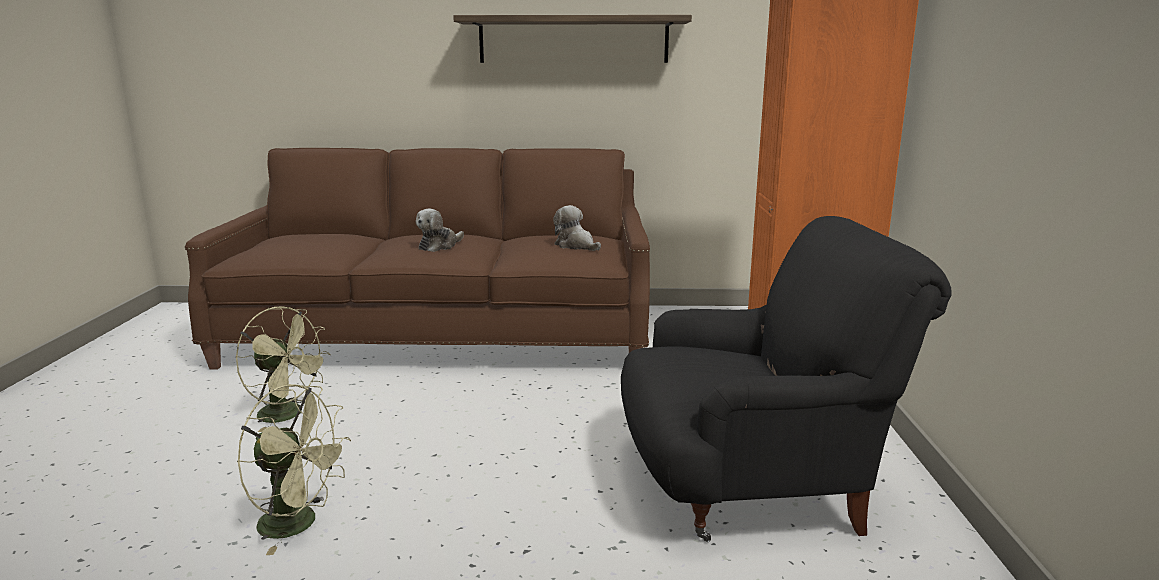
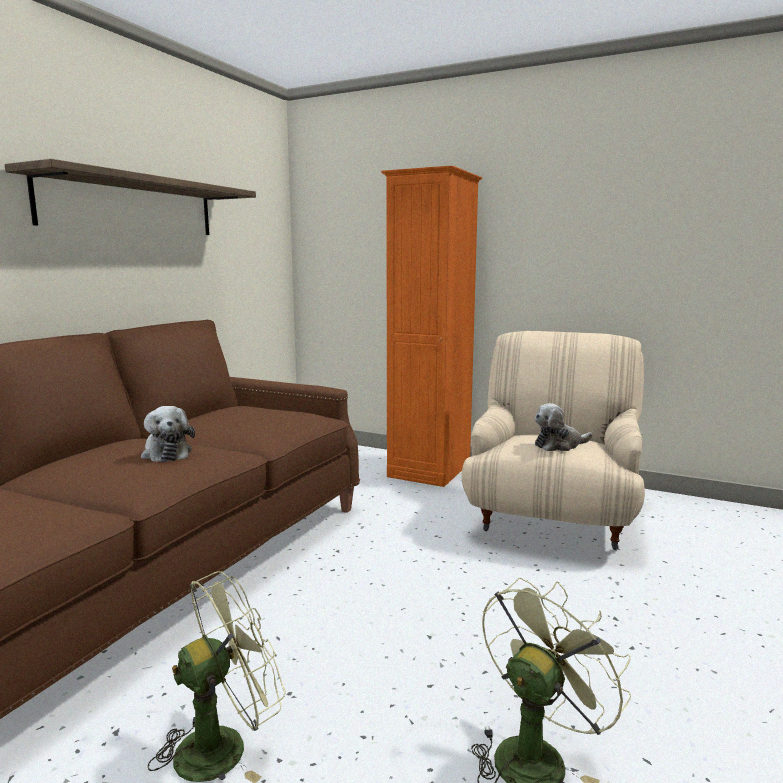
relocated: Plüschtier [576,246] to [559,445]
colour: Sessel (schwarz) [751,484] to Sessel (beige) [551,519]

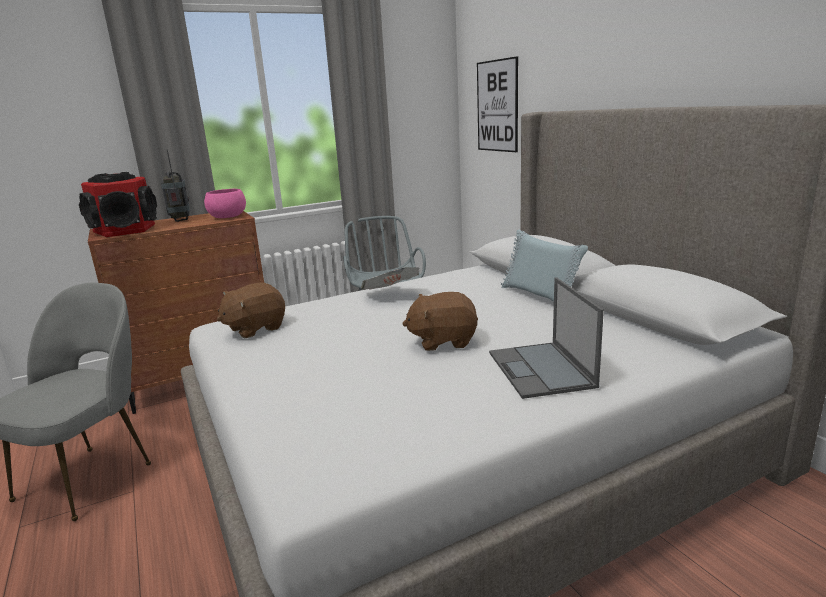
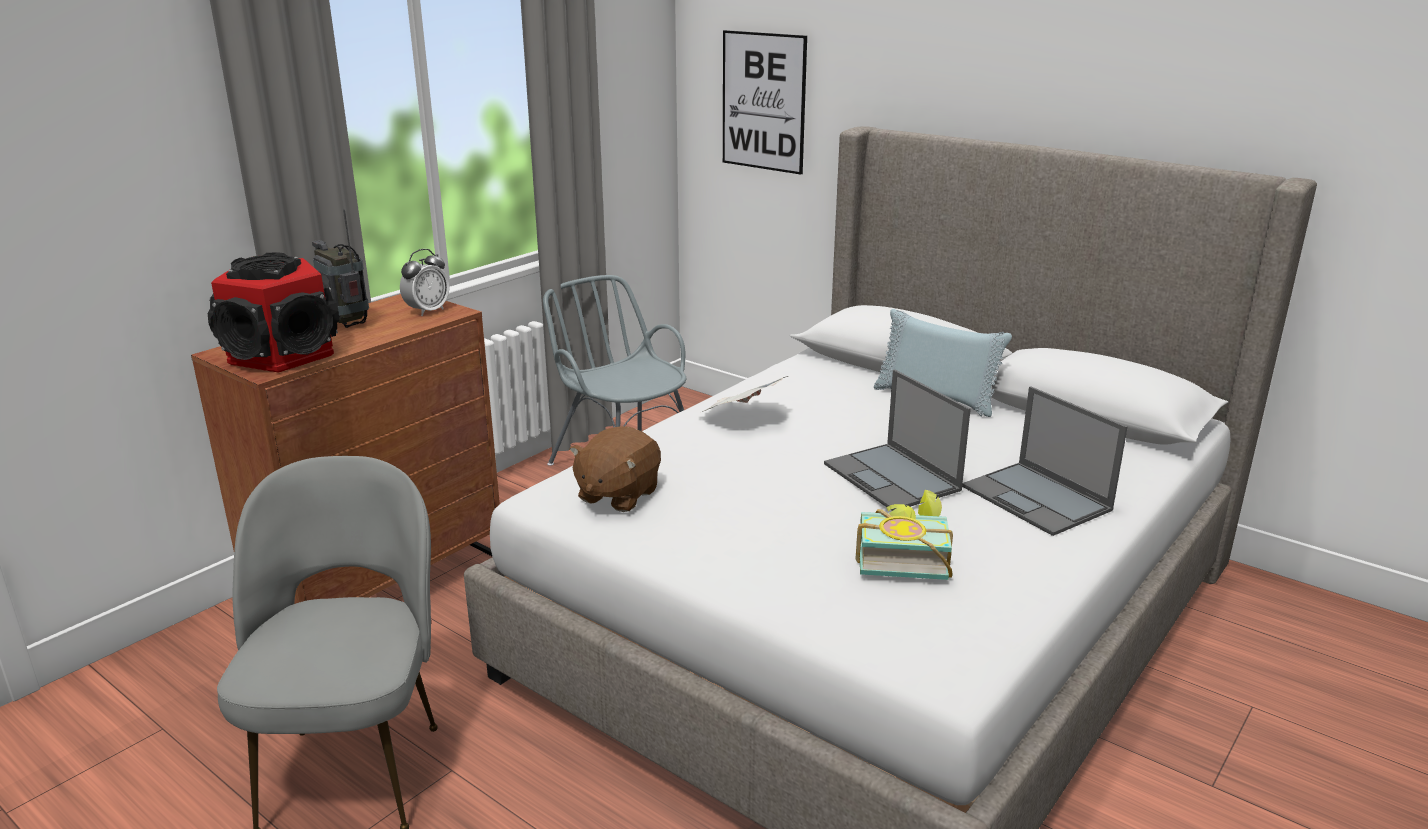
appeared: Buch [901,558]
exchanged: Schüssel (rosa) [228,216] to Wecker [427,311]; Plüschtier (braun) [443,341] to Laptop [893,478]

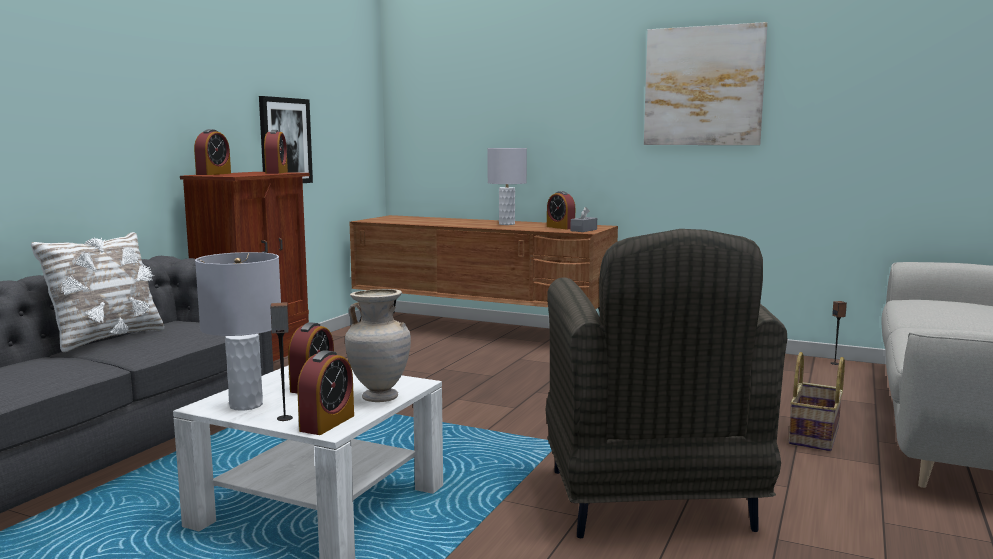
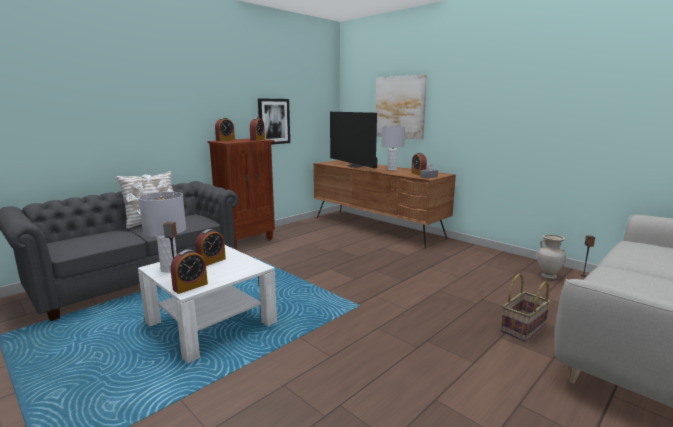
missing: Sessel (grau) [649,502]
appeared: Fernseher [355,166]
relocated: Vase (beige) [380,397] to [548,276]; Bild [703,86] to [399,107]

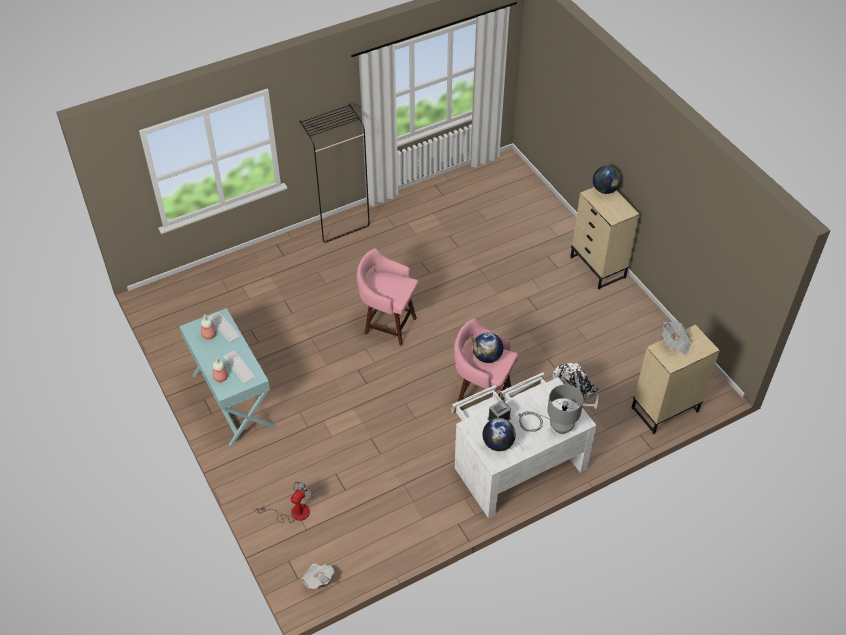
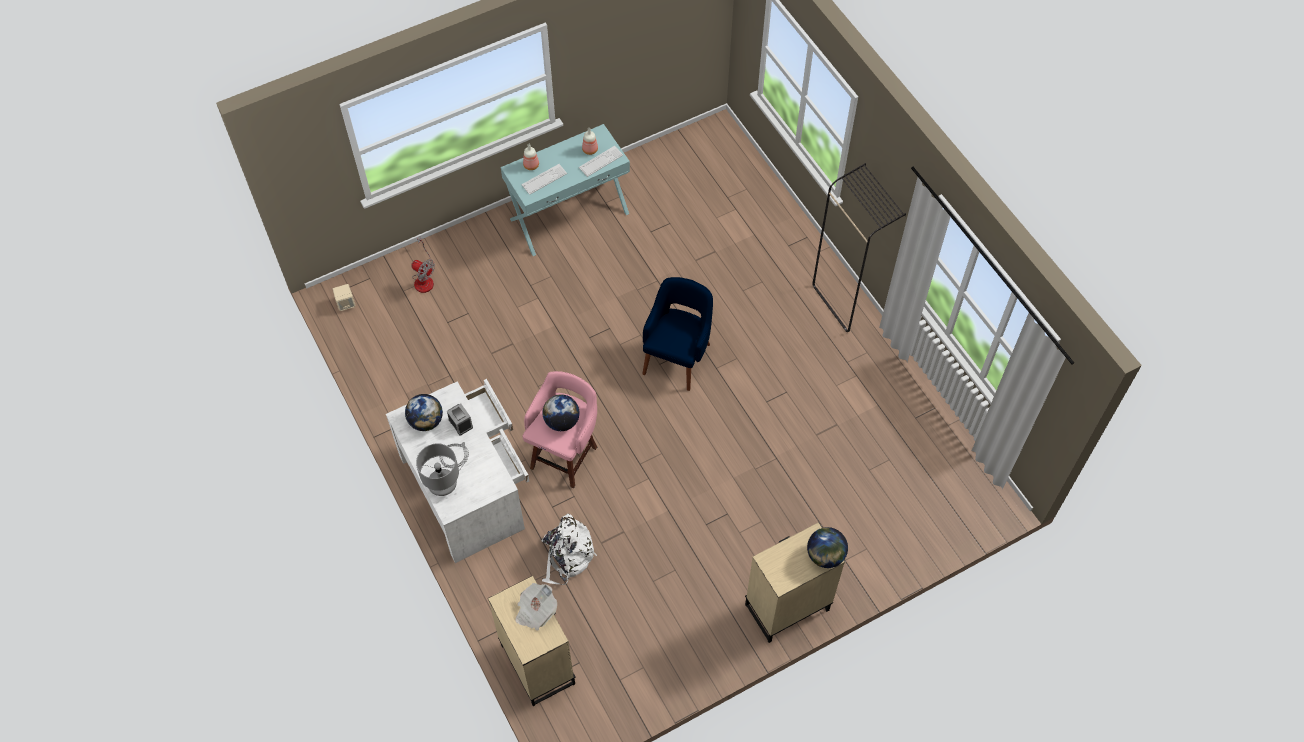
exchanged: Zeitung [318,579] to Lautsprecher (beige) [346,304]; Hocker (rosa) [388,325] to Sessel (blau) [677,357]

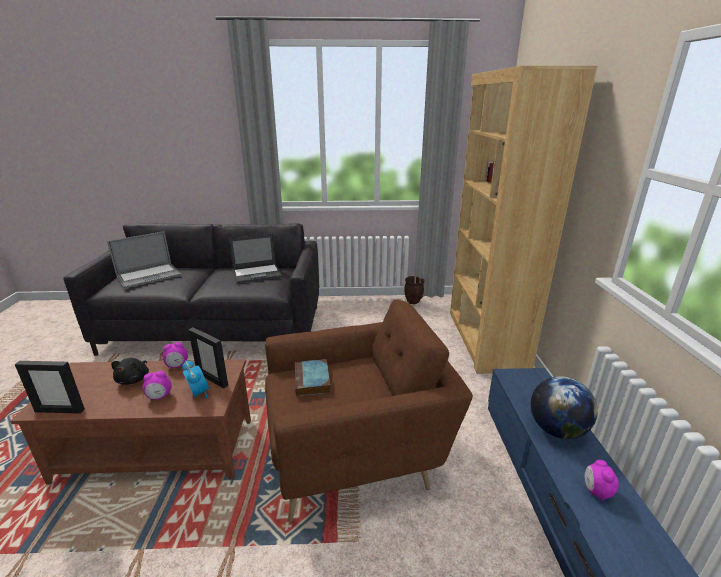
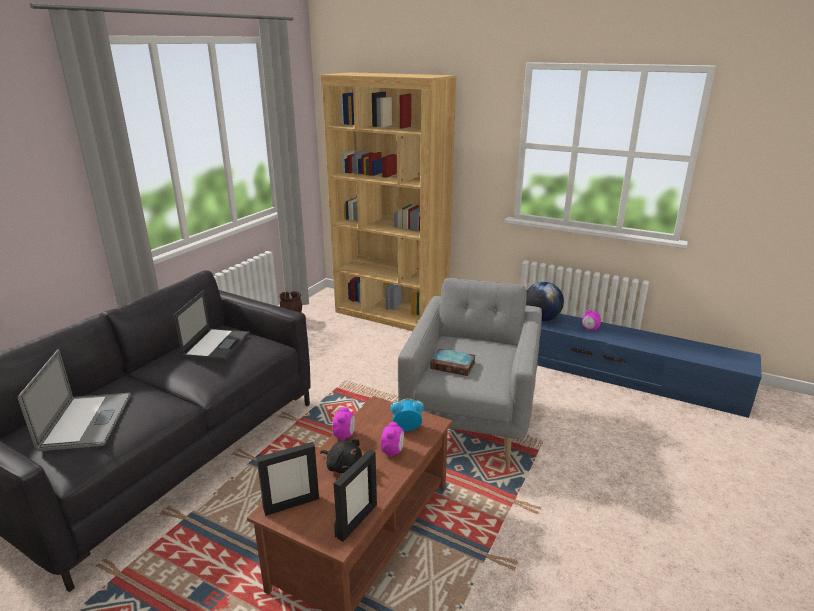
relocated: Bilderrahmen [213,378] to [291,504]
colour: Sessel (braun) [357,459] to Sessel (grau) [471,419]

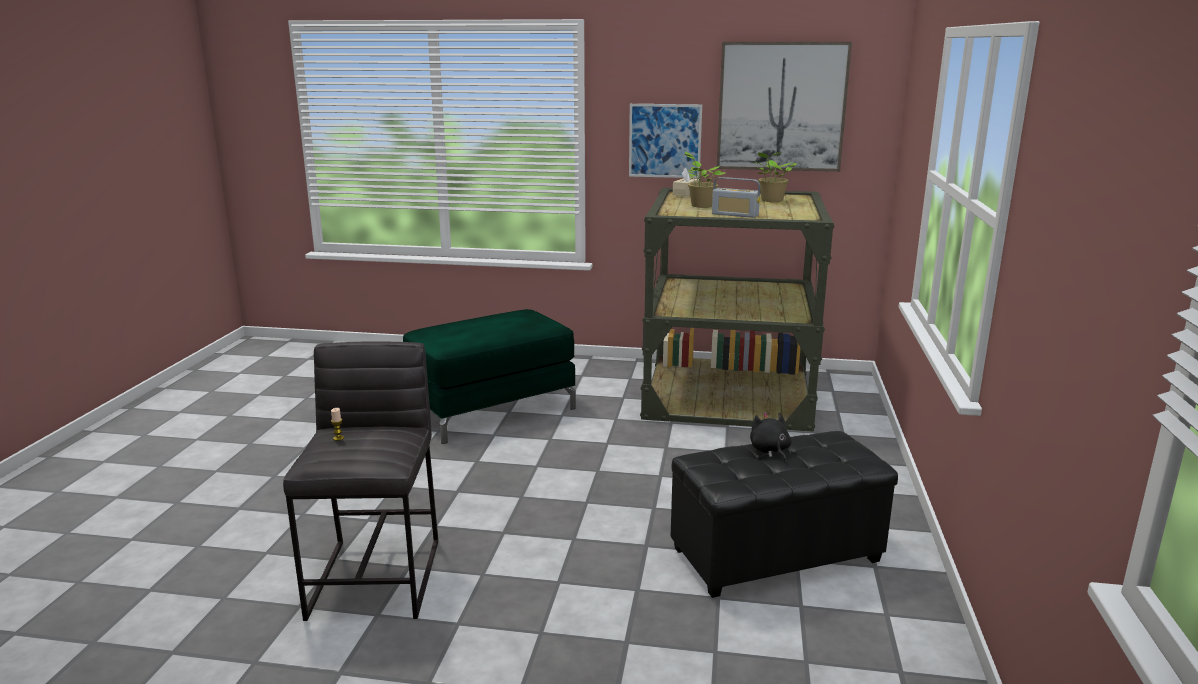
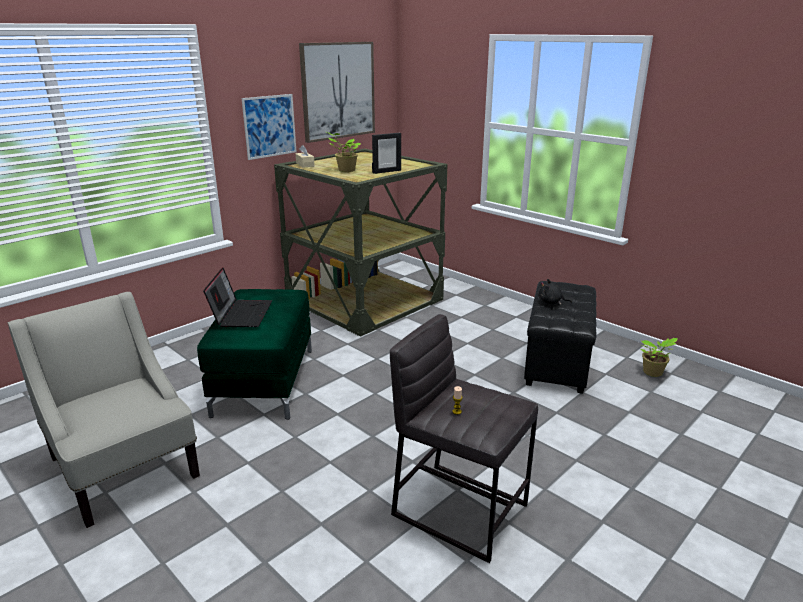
appeared: Sessel (grau) [125,467]; Laptop [241,314]
relocated: Topfpflanze [771,201] to [653,373]
exchanged: Radio [735,215] to Bilderrahmen [386,171]

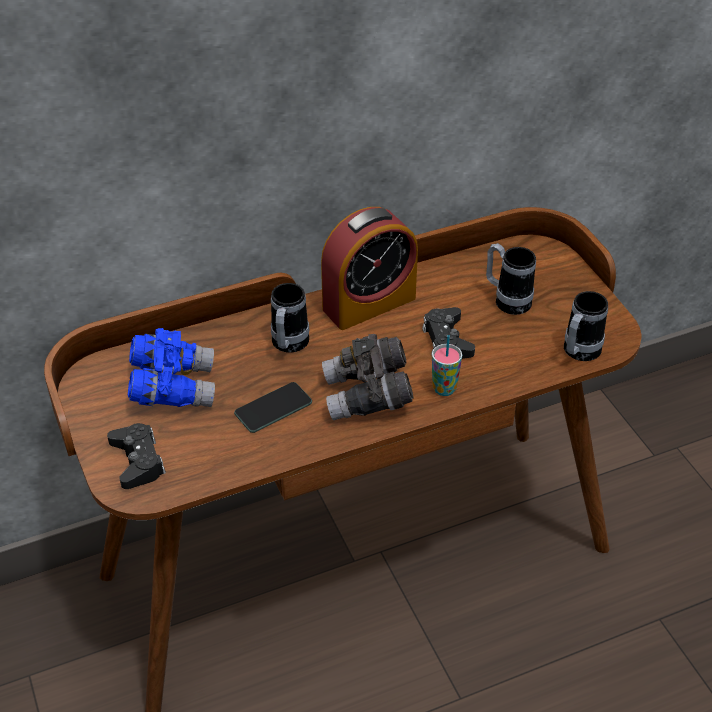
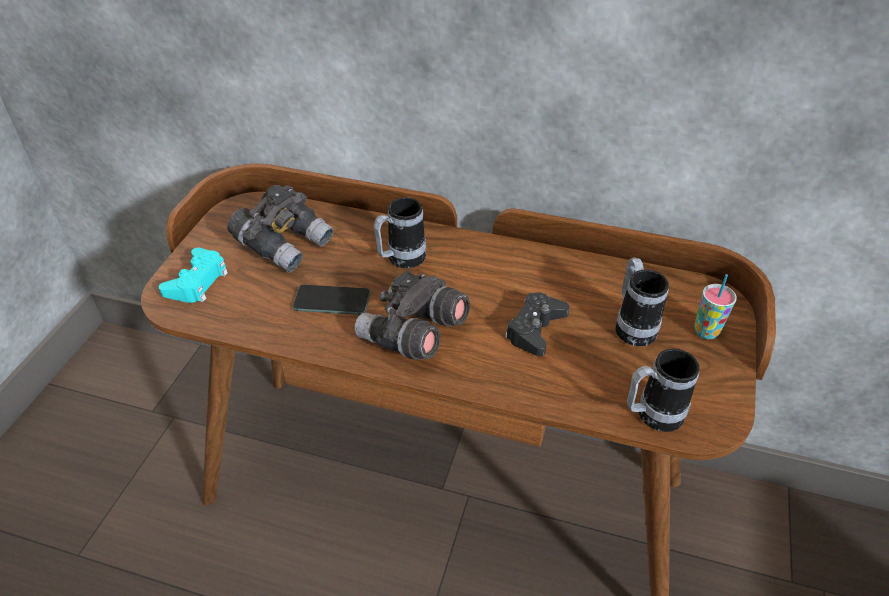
missing: Wecker [369,303]
relocated: Tasse [444,389] to [706,331]
colour: Gamepad (schwarz) [138,461] to Gamepad (türkis) [197,282]; Fernglas (blau) [173,387] to Fernglas (grau) [285,244]

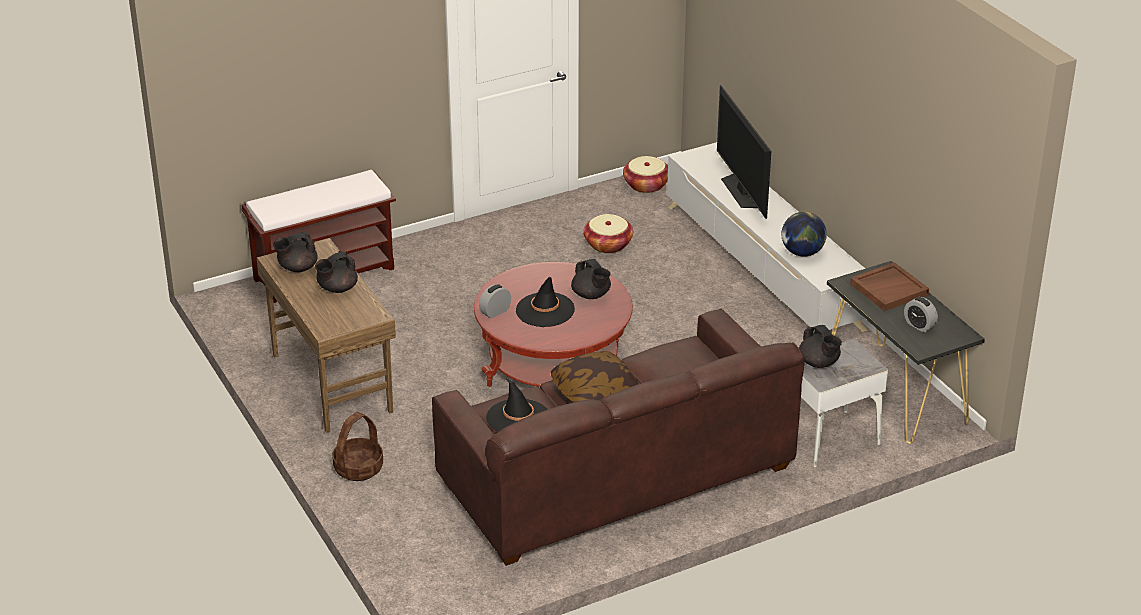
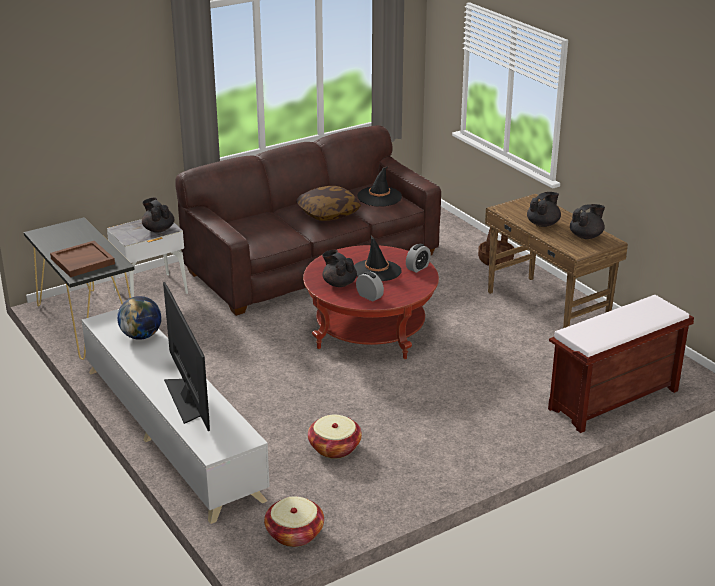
relocated: Wecker [919,325] to [369,296]

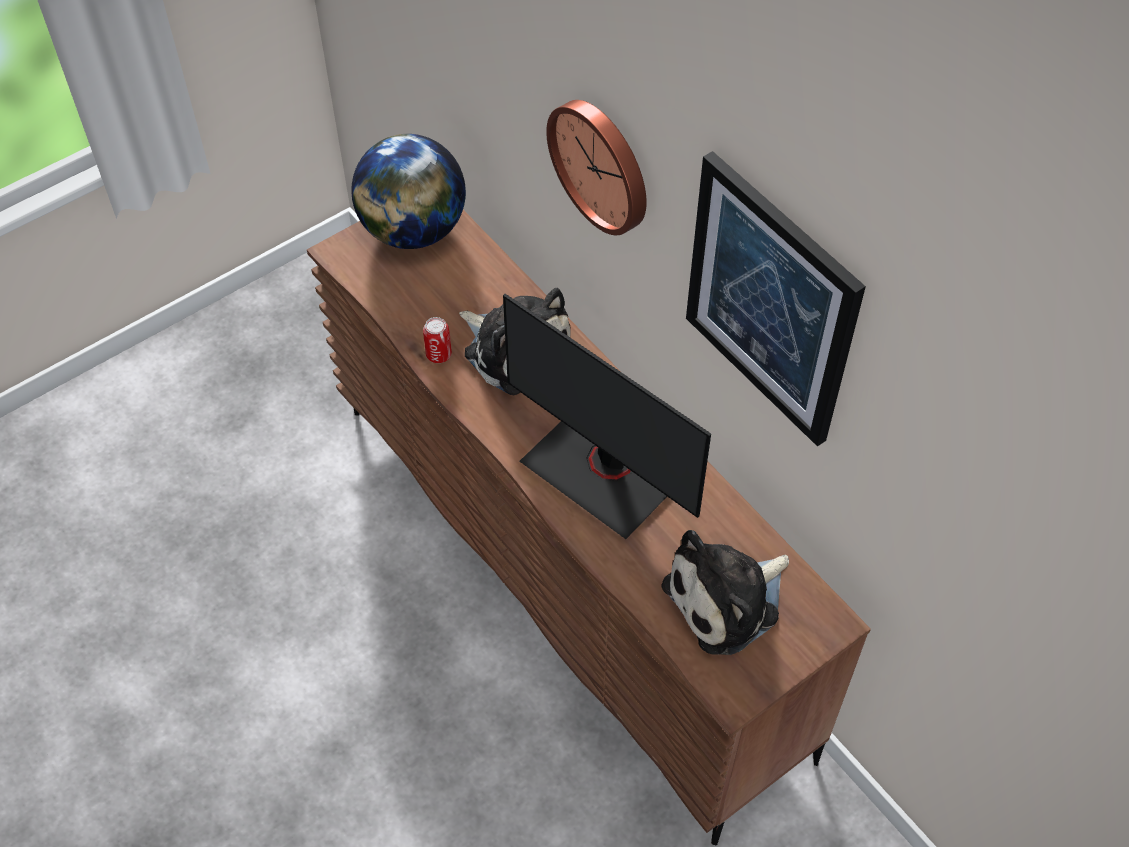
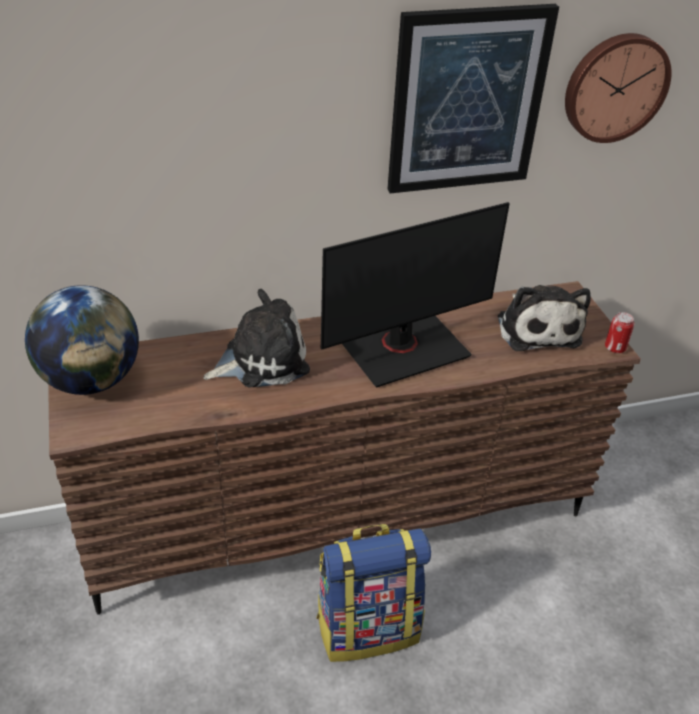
appeared: Rucksack [368,627]
relocated: Dose [438,354] to [615,348]; Wanduhr [602,164] to [614,87]

